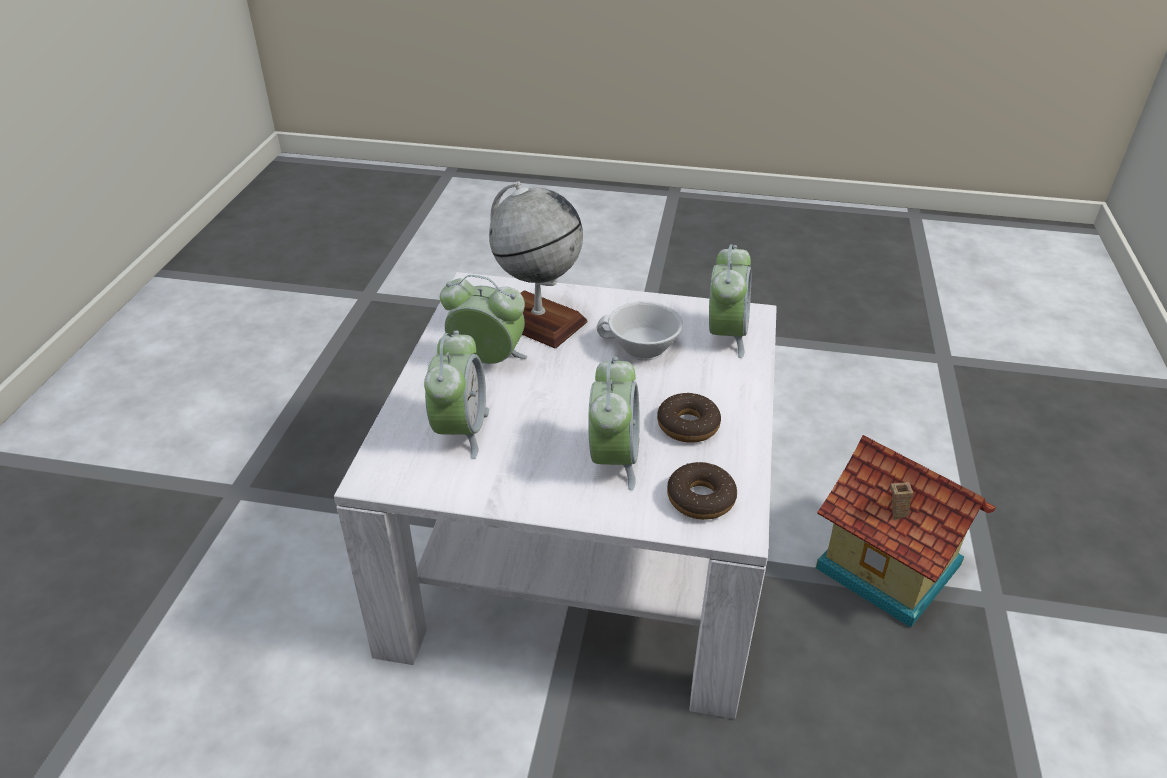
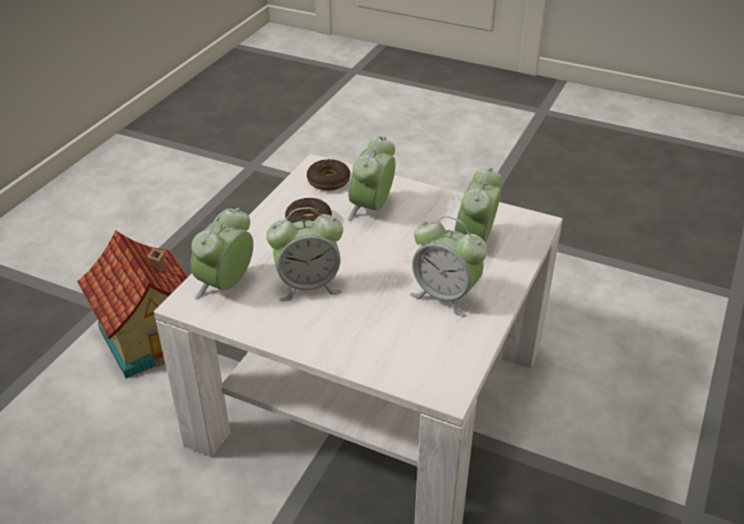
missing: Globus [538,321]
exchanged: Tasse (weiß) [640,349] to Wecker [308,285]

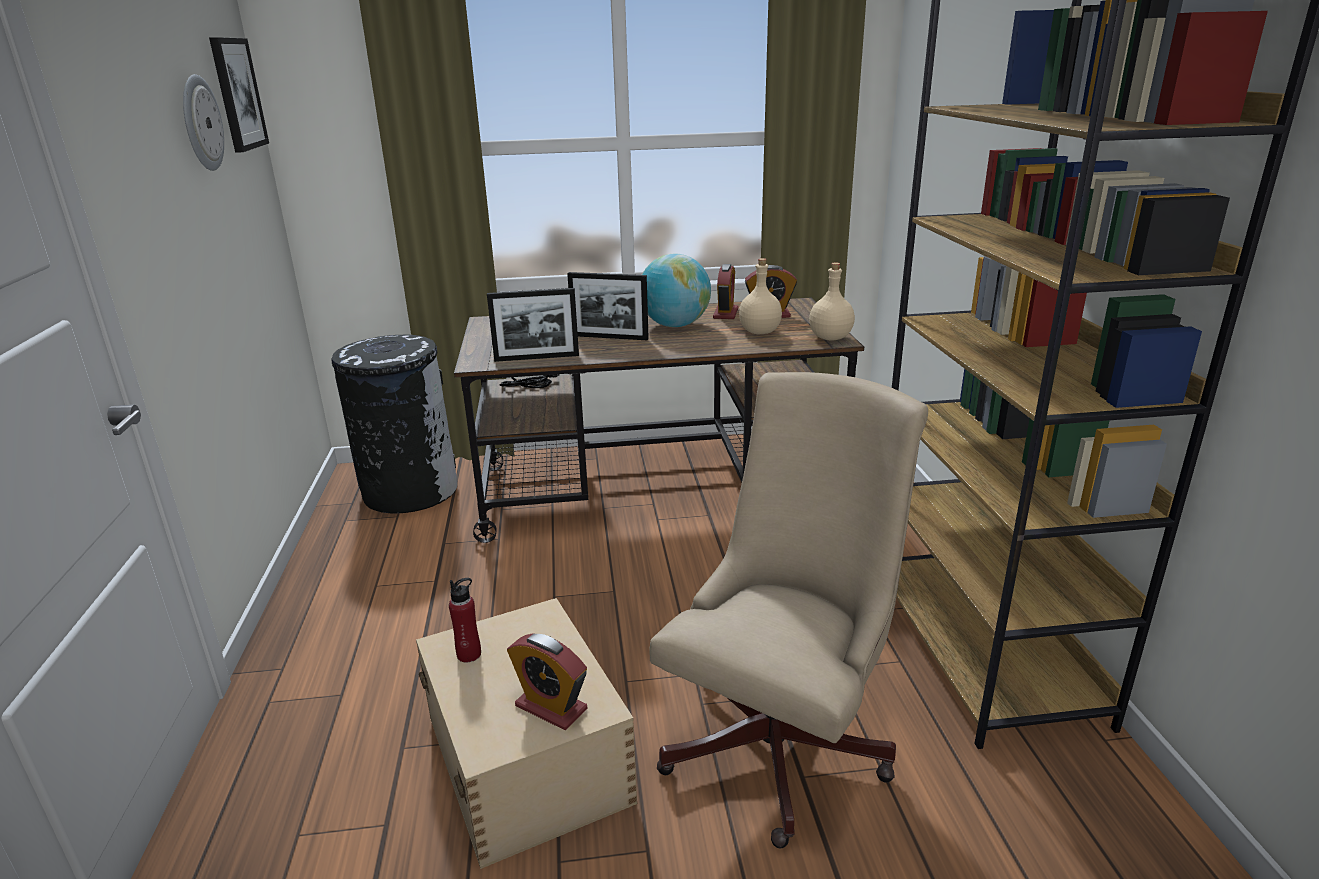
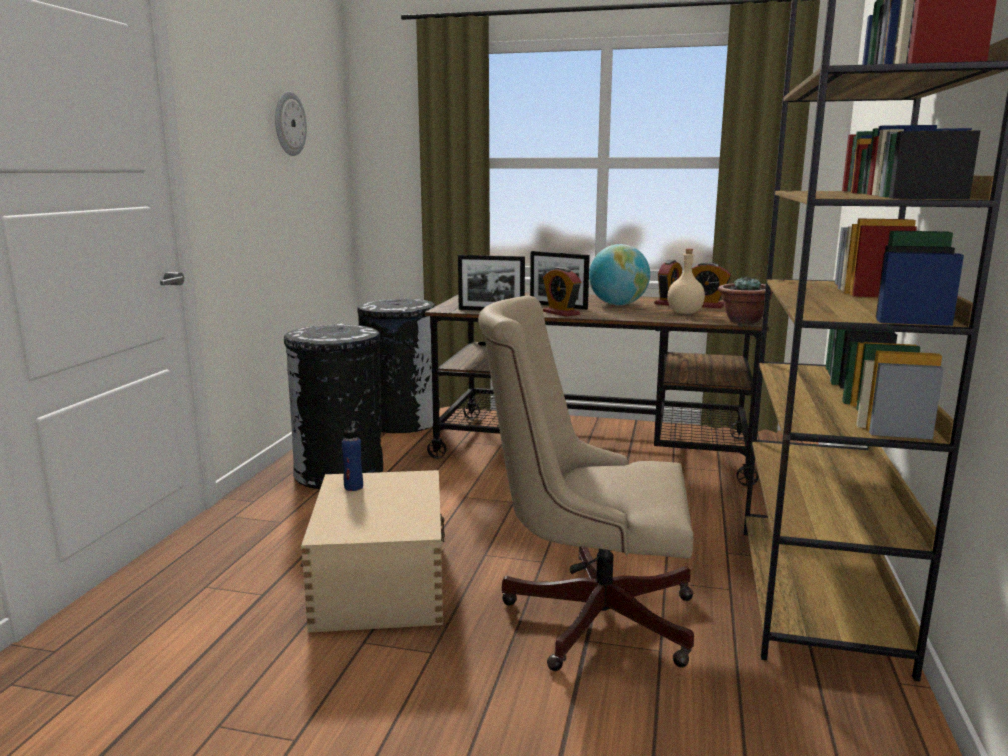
missing: Bild [237,94]
appeared: Mülleimer (schwarz) [339,472]
relocated: Wecker [551,707] to [561,313]
exchanged: Flasche (beige) [830,338] to Topfpflanze [743,320]
colour: Flasche (rot) [469,654] to Flasche (blau) [353,487]
spun: Bürostuhl (beige) [783,739] = [587,615] 135 degrees counterclockwise

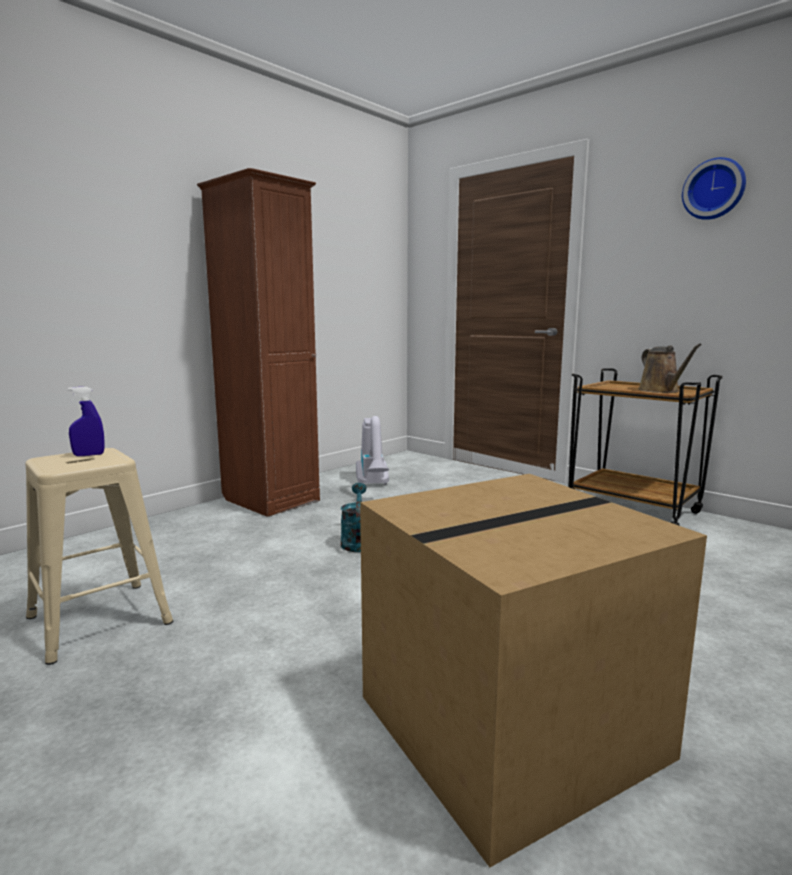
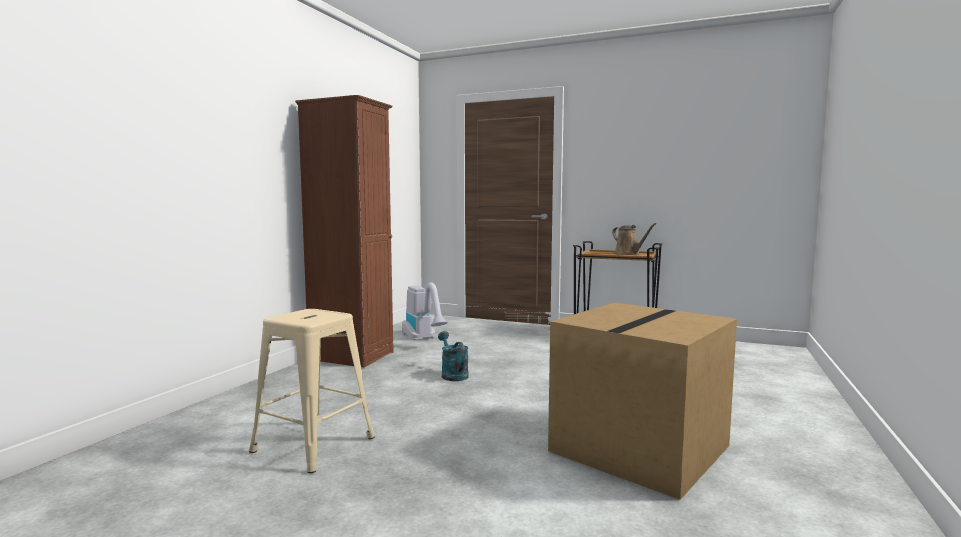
missing: Sprühflasche (blau) [89,455]; Wanduhr [714,189]

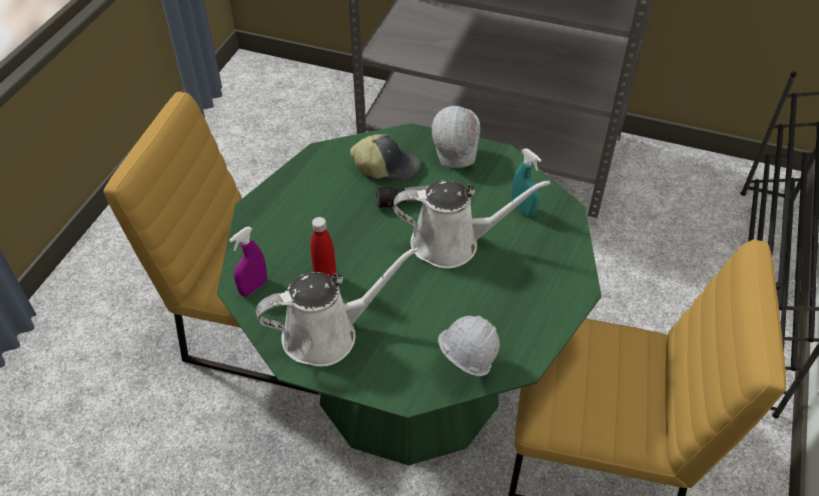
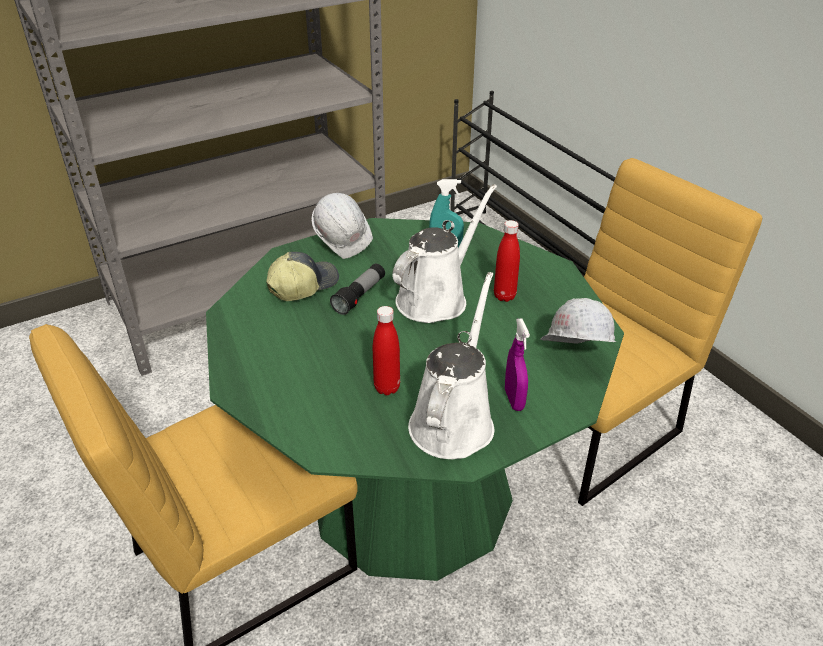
appeared: Flasche (rot) [504,296]
relocated: Sprühflasche (lila) [253,287] to [514,400]

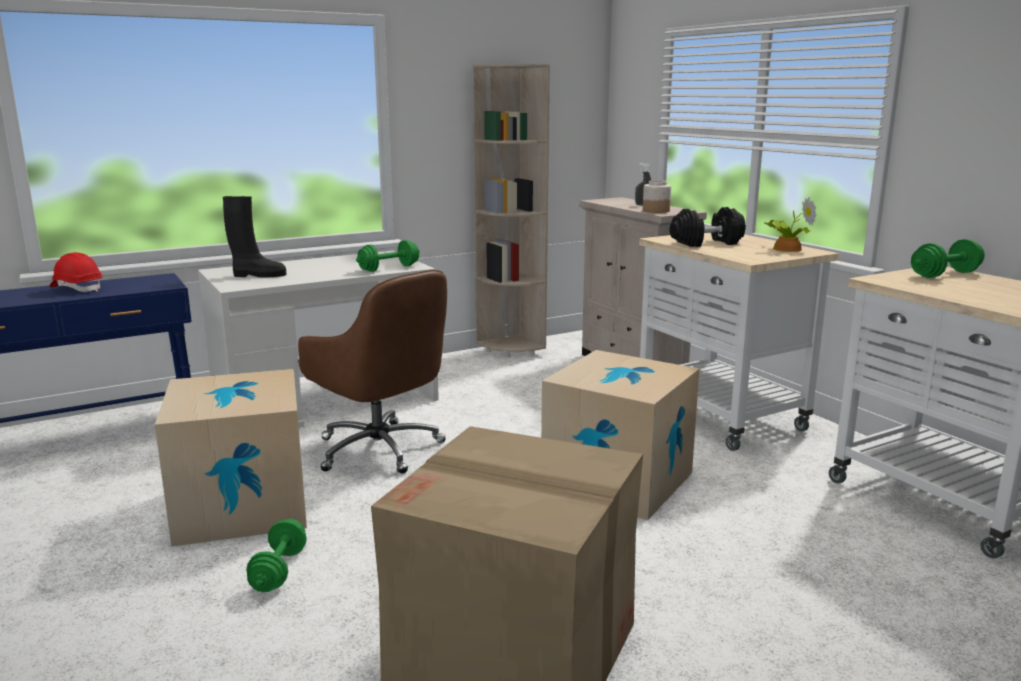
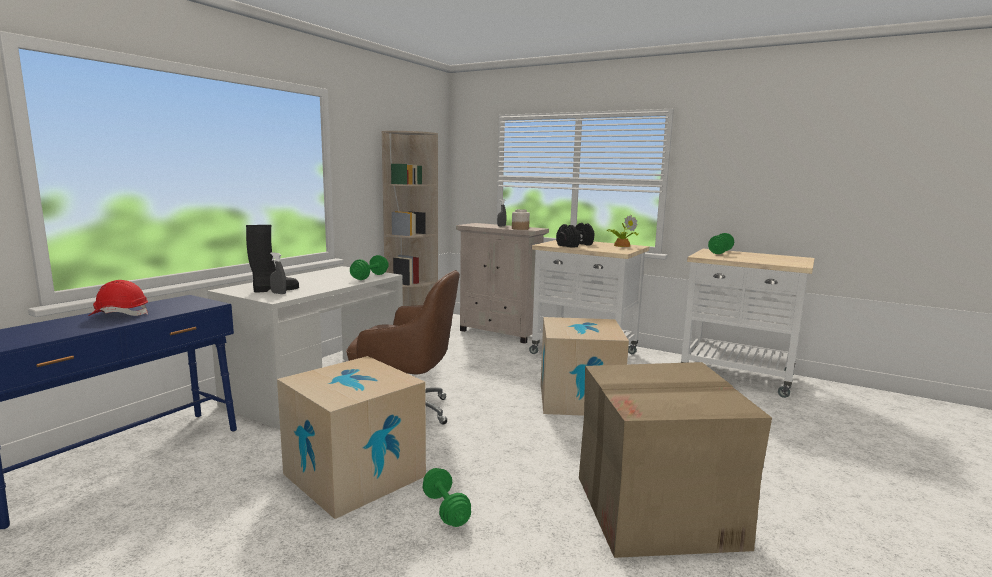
appeared: Sprühflasche (grau) [278,293]

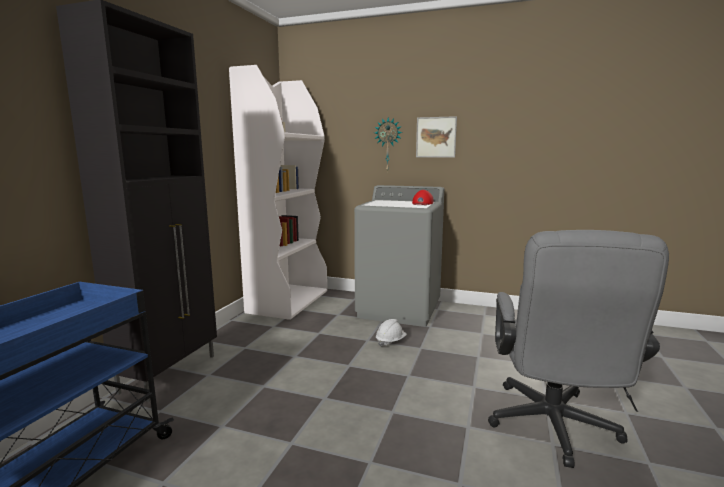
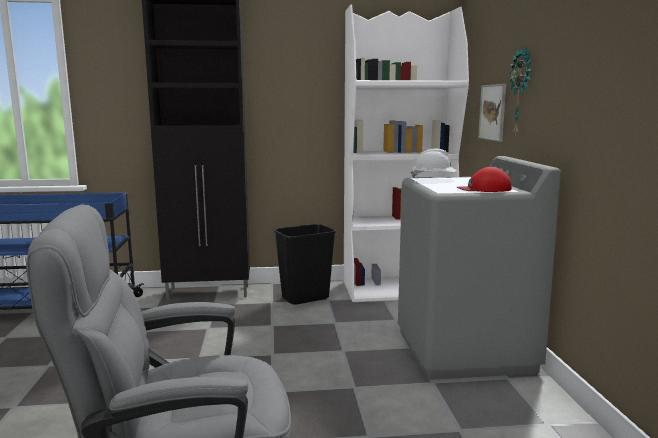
appeared: Mülleimer (schwarz) [305,298]
relocated: Schutzhelm (weiß) [390,341] to [433,178]; Bild [436,137] to [492,112]

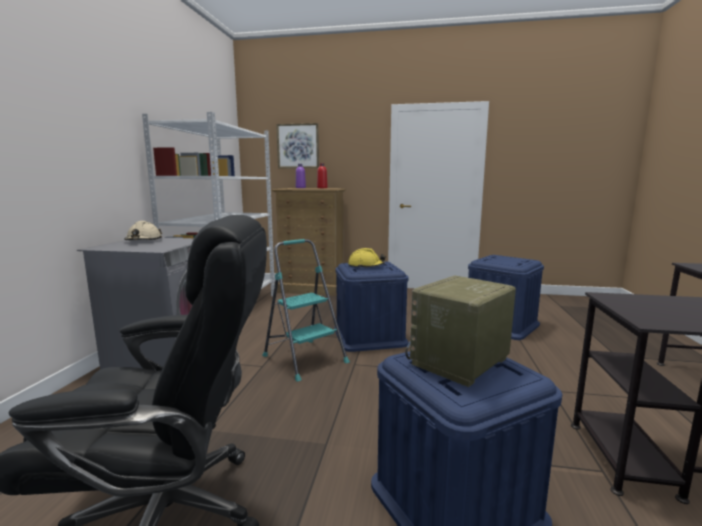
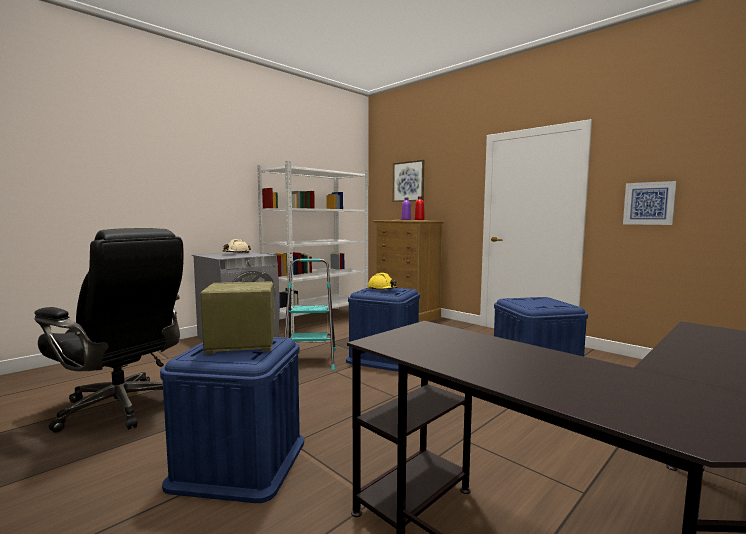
appeared: Bild [649,203]

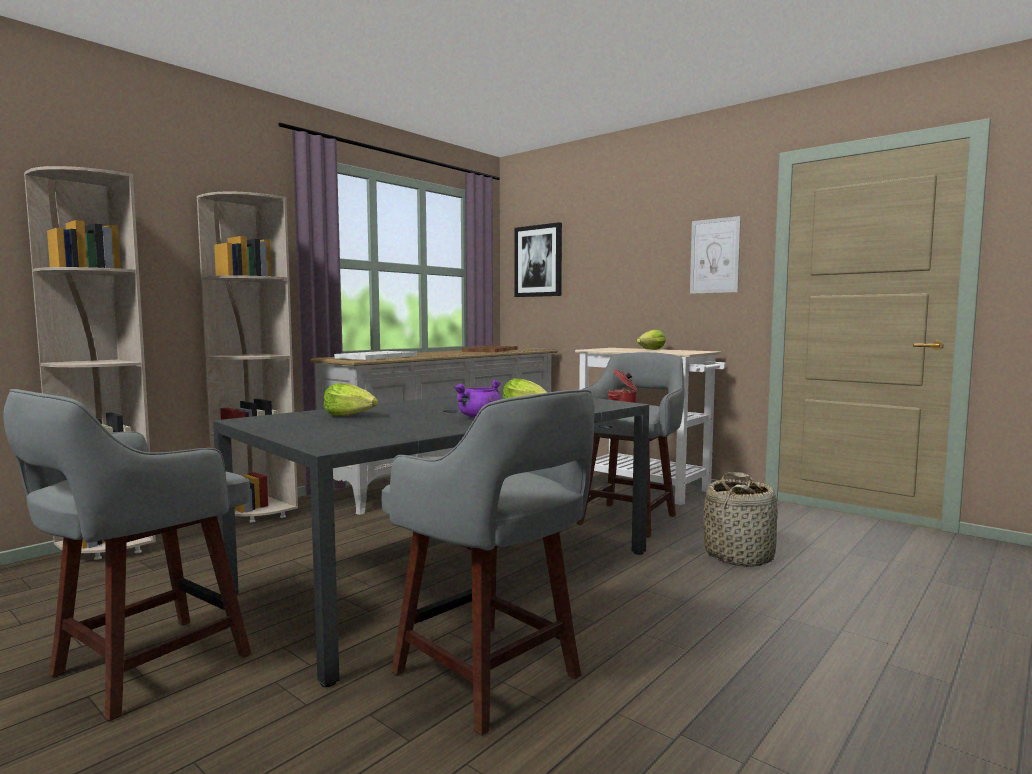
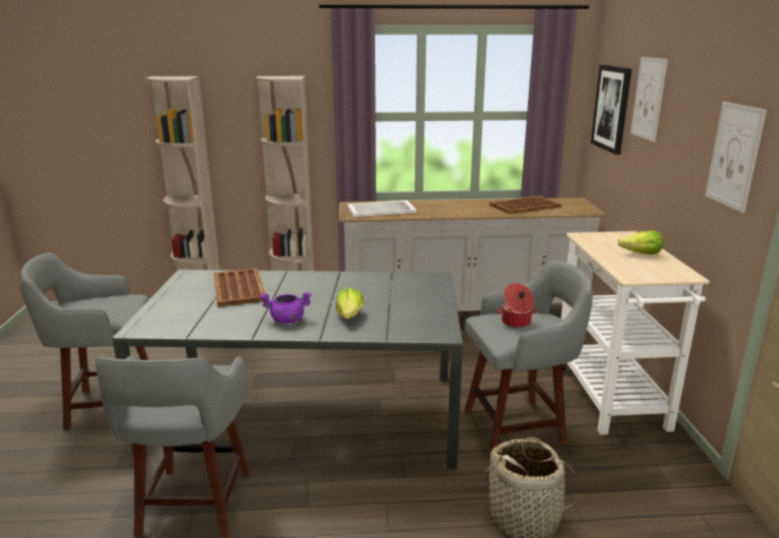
appeared: Bild [648,98]
exchanged: Salatkopf [350,416] to Tablett (braun) [239,287]

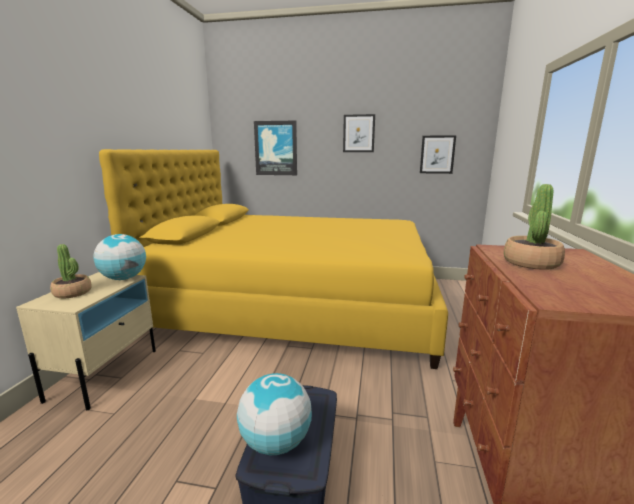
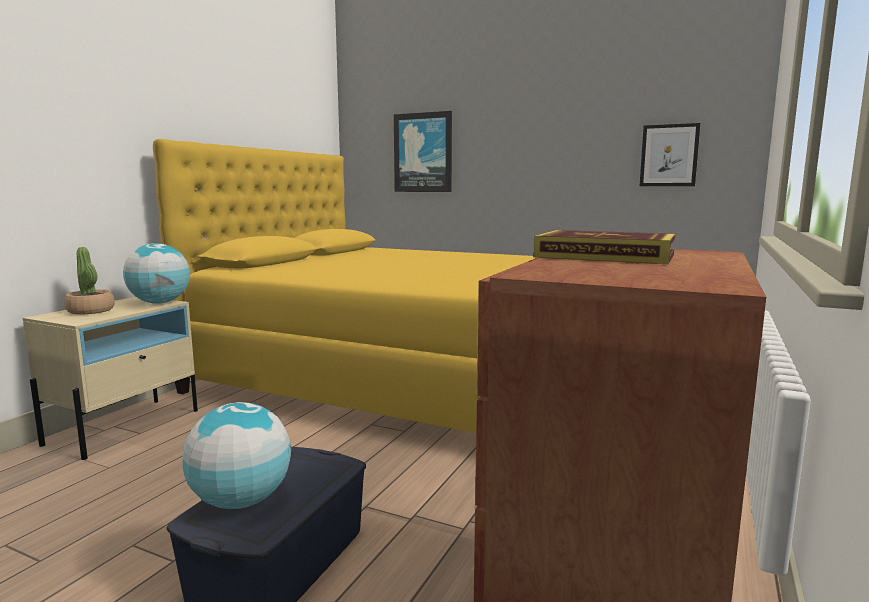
missing: Bild [359,133]
exchanged: Topfpflanze [530,263] to Buch [605,255]

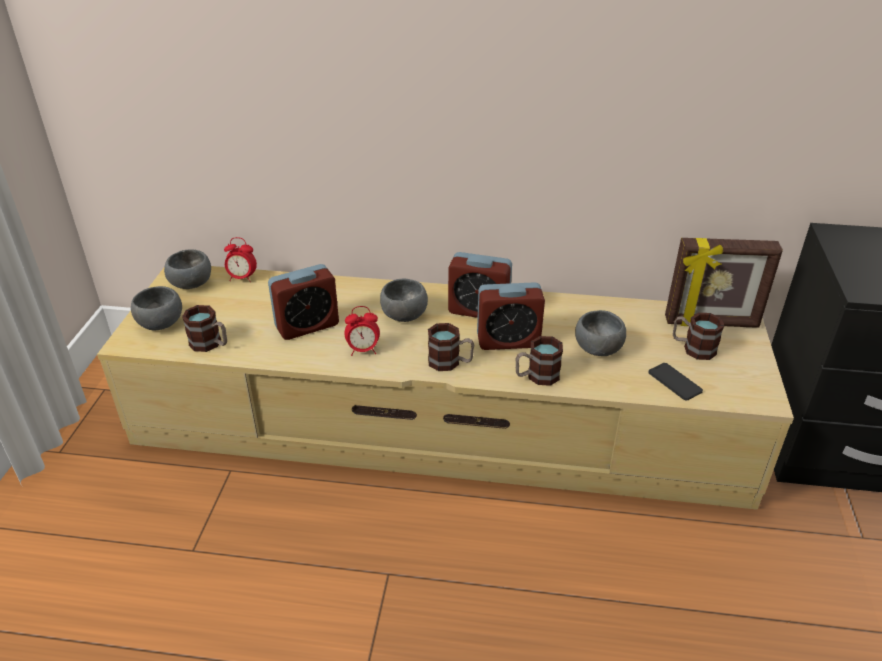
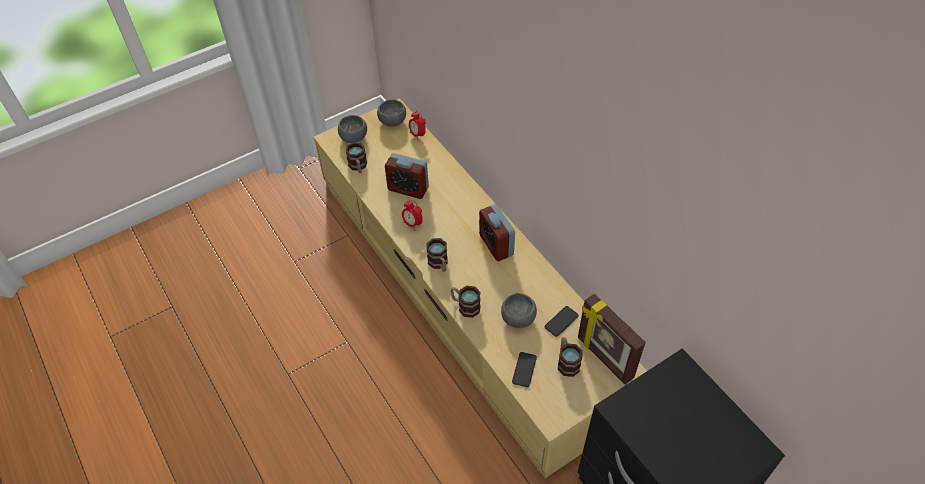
missing: Schüssel (grau) [403,314]; Wecker [508,341]
appeared: Handy [561,321]

